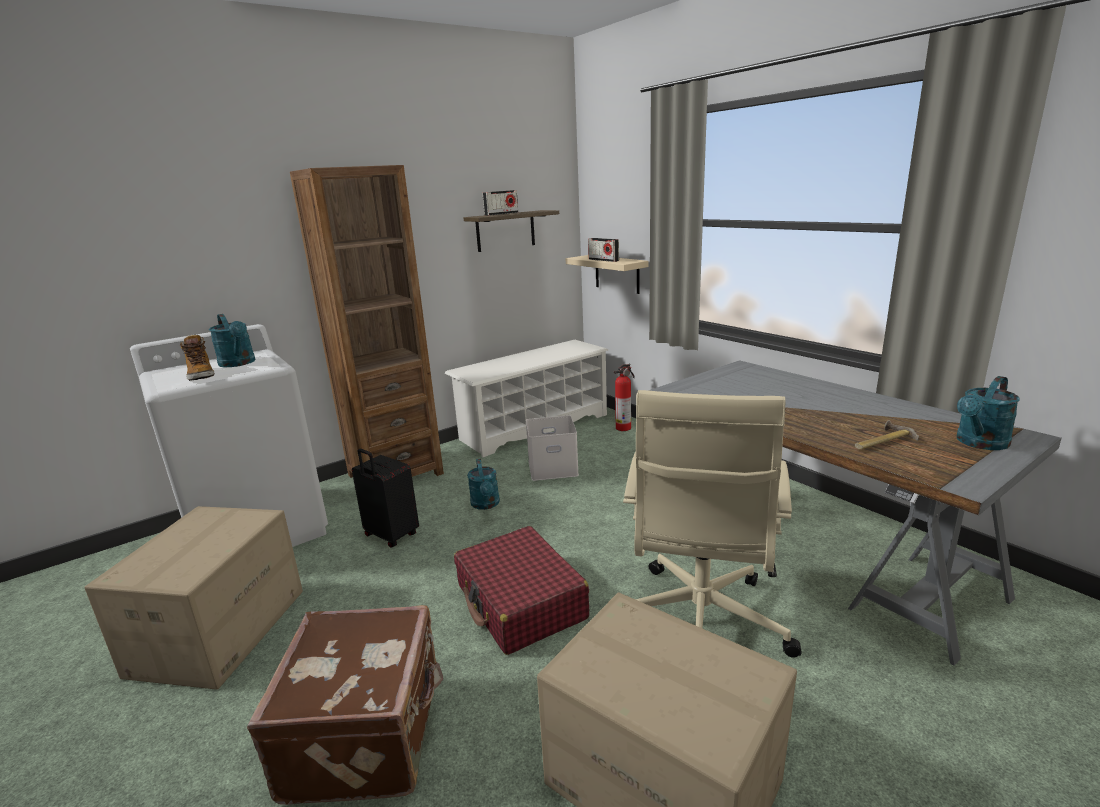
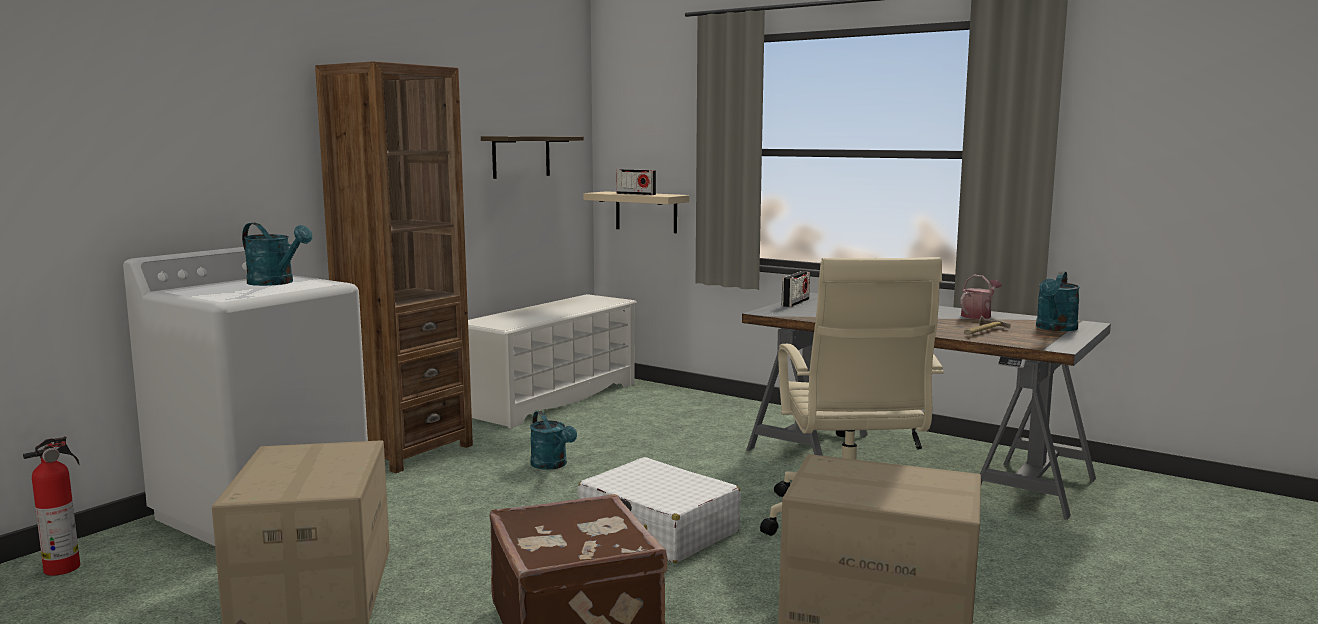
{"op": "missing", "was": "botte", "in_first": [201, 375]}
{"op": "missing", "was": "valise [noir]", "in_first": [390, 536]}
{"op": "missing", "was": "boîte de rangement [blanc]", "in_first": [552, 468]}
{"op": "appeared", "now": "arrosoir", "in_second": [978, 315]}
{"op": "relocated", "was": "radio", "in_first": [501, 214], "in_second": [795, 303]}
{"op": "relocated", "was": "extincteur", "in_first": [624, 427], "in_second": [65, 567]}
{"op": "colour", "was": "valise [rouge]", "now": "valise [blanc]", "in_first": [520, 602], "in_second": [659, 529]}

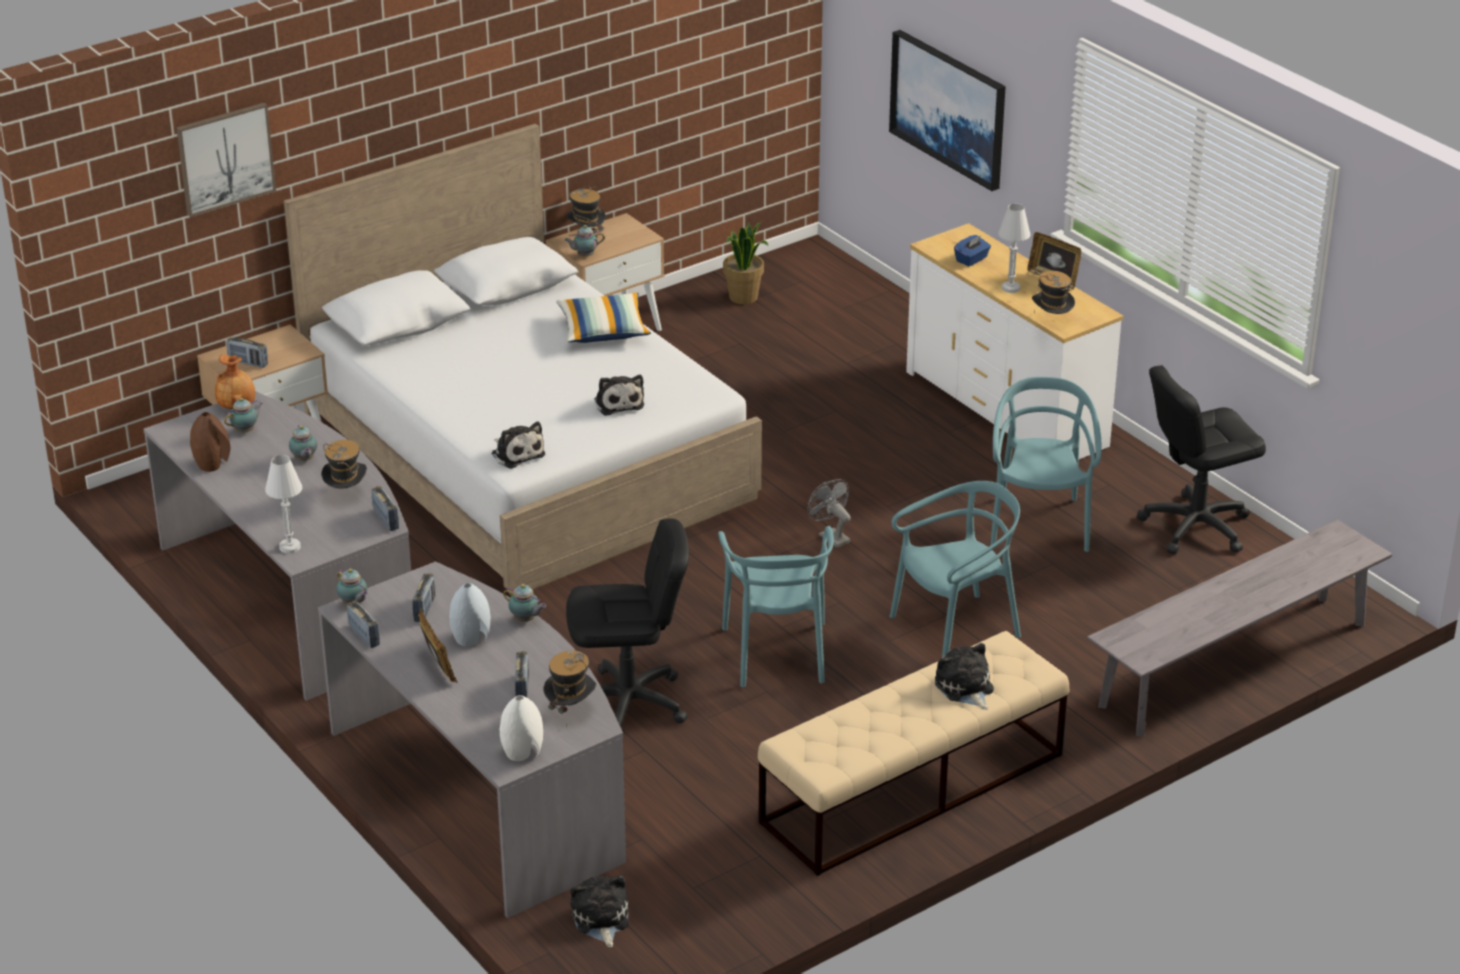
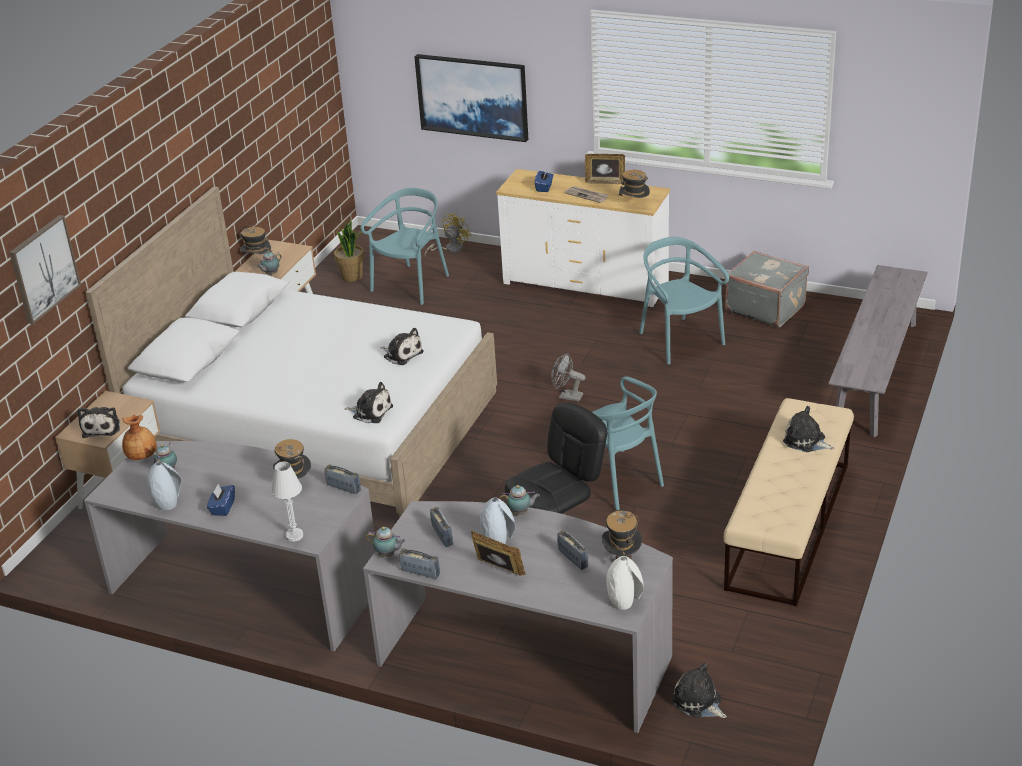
{"op": "missing", "was": "théière", "in_first": [304, 460]}
{"op": "missing", "was": "coussin", "in_first": [603, 330]}
{"op": "appeared", "now": "boîte à mouchoirs [bleu]", "in_second": [222, 508]}
{"op": "appeared", "now": "ventilateur [jaune]", "in_second": [450, 249]}
{"op": "relocated", "was": "chaise [turquoise]", "in_first": [955, 630], "in_second": [411, 285]}
{"op": "exchanged", "was": "radio", "now": "peluche", "in_first": [248, 363], "in_second": [102, 427]}
{"op": "exchanged", "was": "lampe de table [blanc]", "now": "journal", "in_first": [1010, 288], "in_second": [587, 195]}
{"op": "exchanged", "was": "chaise de bureau [noir]", "now": "valise [gris]", "in_first": [1195, 526], "in_second": [765, 307]}
{"op": "colour", "was": "vase [marron]", "now": "vase [gris]", "in_first": [212, 464], "in_second": [168, 502]}

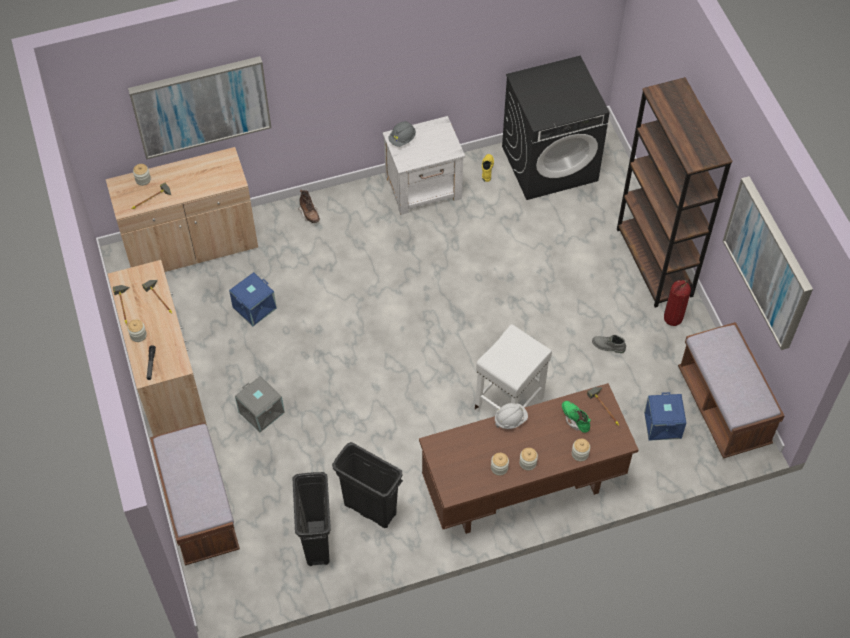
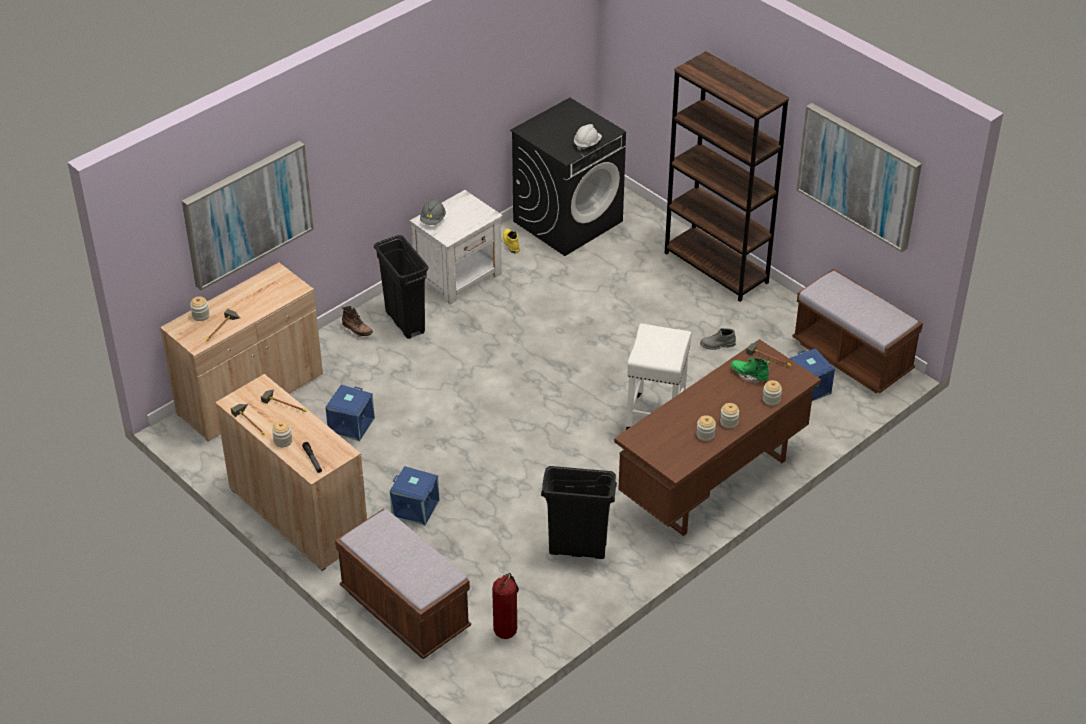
{"op": "relocated", "was": "poubelle [noir]", "in_first": [317, 542], "in_second": [405, 322]}
{"op": "relocated", "was": "casque de chantier [blanc]", "in_first": [510, 419], "in_second": [587, 144]}
{"op": "relocated", "was": "extincteur", "in_first": [674, 318], "in_second": [506, 630]}
{"op": "colour", "was": "boîte de rangement [gris]", "now": "boîte de rangement [bleu]", "in_first": [262, 412], "in_second": [416, 507]}

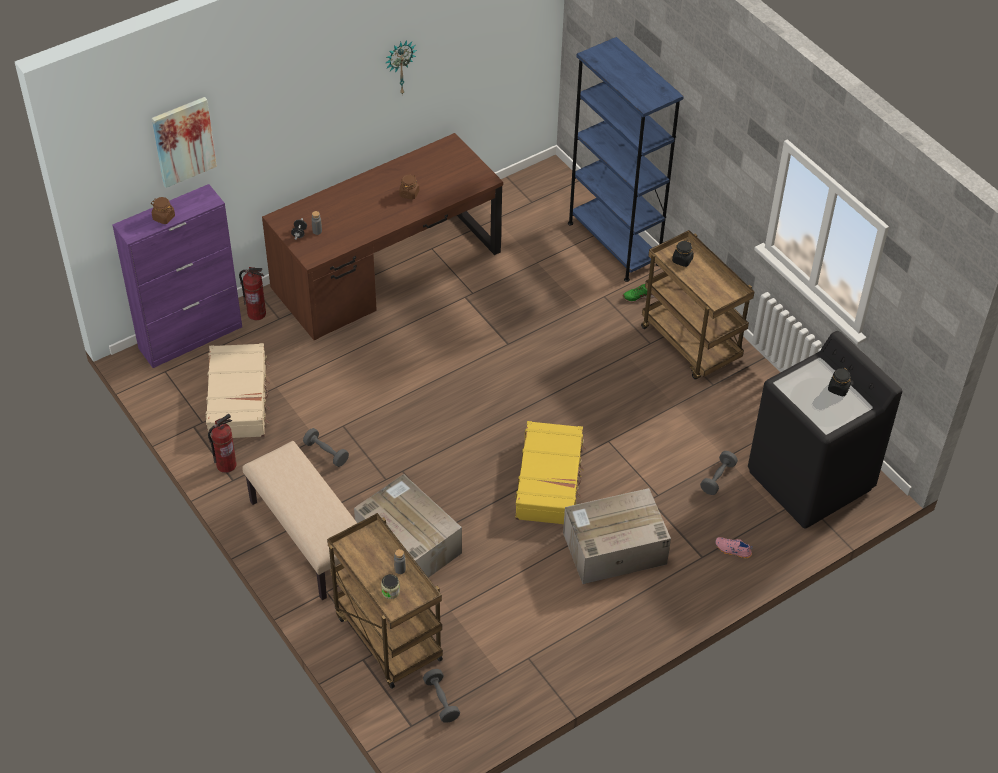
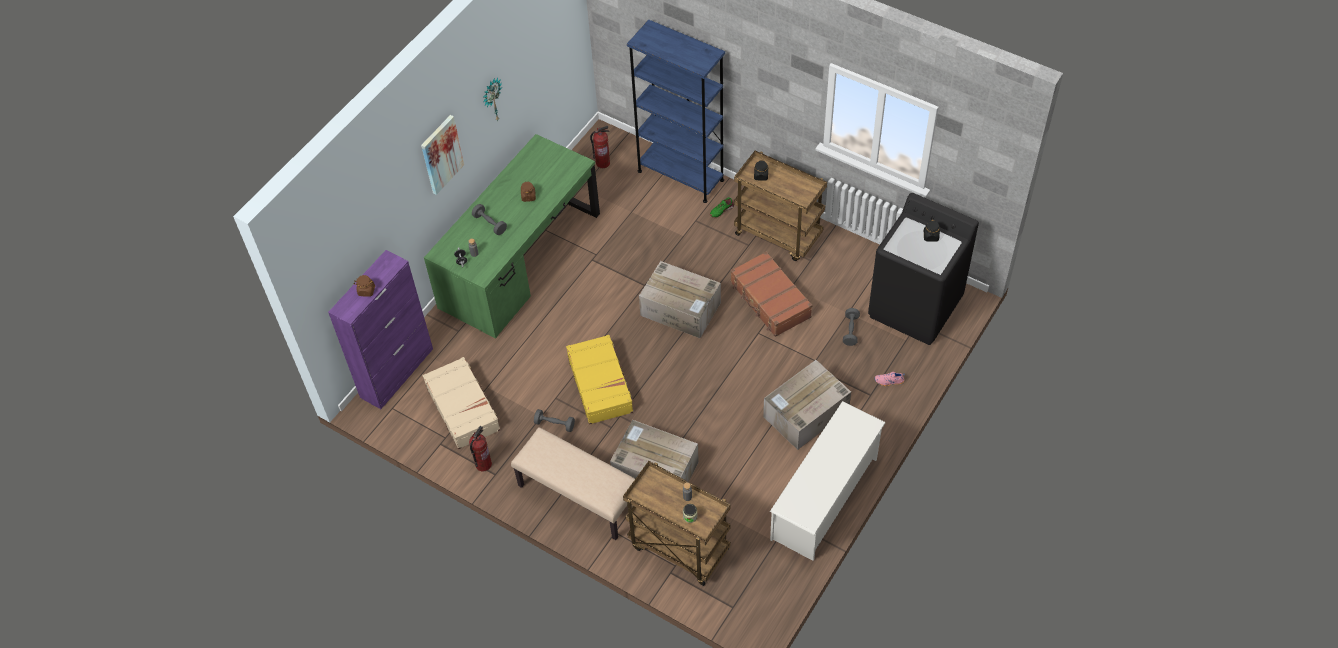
{"op": "appeared", "now": "carton", "in_second": [681, 309]}
{"op": "appeared", "now": "valise [marron]", "in_second": [770, 300]}
{"op": "appeared", "now": "étagère à chaussures [blanc]", "in_second": [825, 498]}
{"op": "relocated", "was": "tableau", "in_first": [183, 141], "in_second": [441, 154]}
{"op": "relocated", "was": "extincteur", "in_first": [257, 313], "in_second": [603, 163]}
{"op": "relocated", "was": "haltère [gris]", "in_first": [441, 700], "in_second": [490, 224]}
{"op": "relocated", "was": "valise [jaune]", "in_first": [550, 481], "in_second": [600, 384]}
{"op": "colour", "was": "bureau [marron]", "now": "bureau [vert]", "in_first": [387, 270], "in_second": [520, 260]}

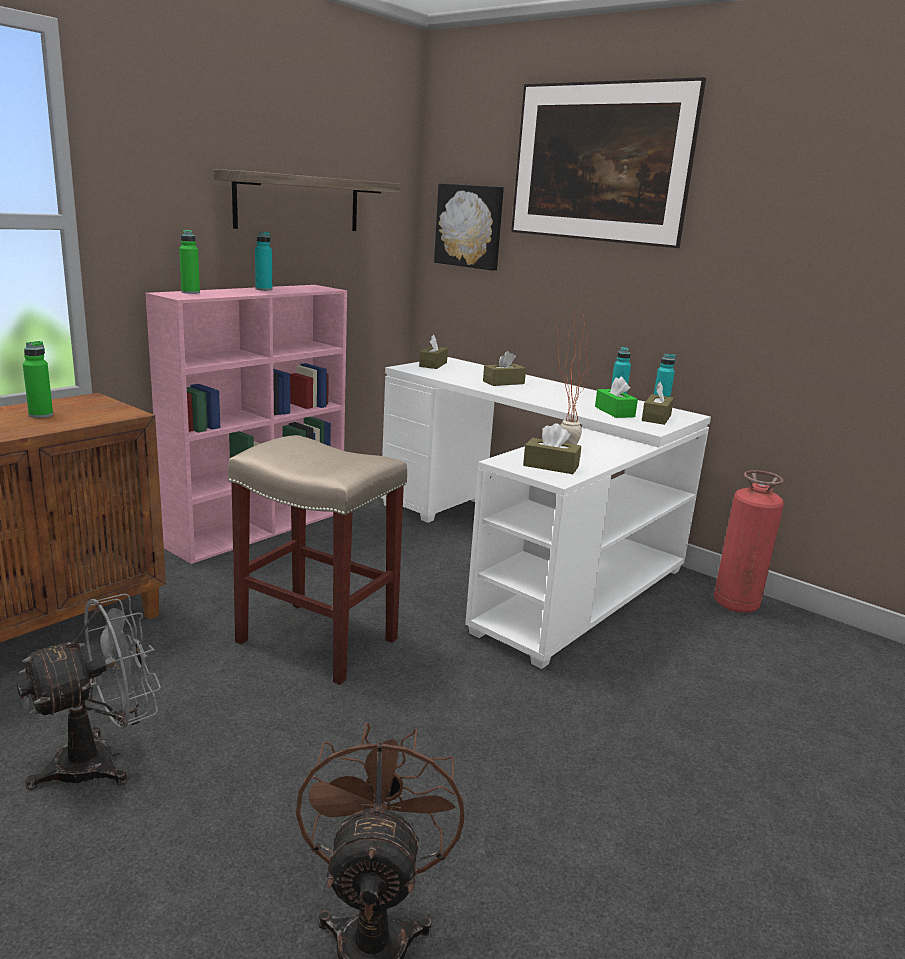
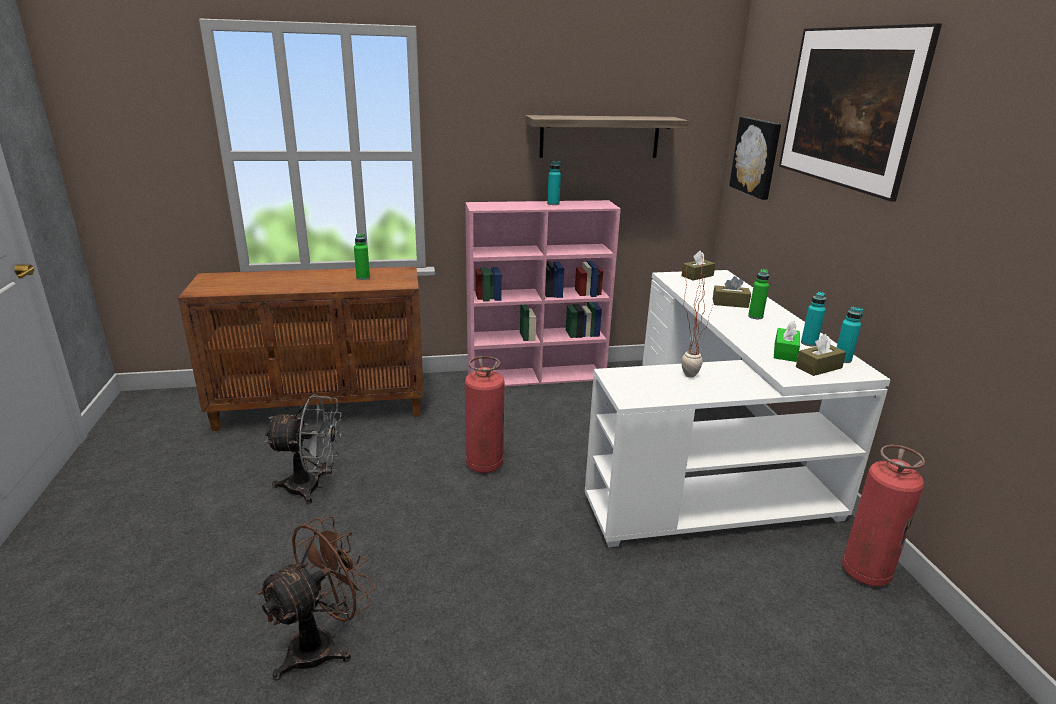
{"op": "missing", "was": "boîte à mouchoirs [marron]", "in_first": [551, 466]}
{"op": "relocated", "was": "bouteille [vert]", "in_first": [190, 292], "in_second": [755, 316]}
{"op": "exchanged", "was": "tabouret [beige]", "now": "extincteur", "in_first": [315, 640], "in_second": [484, 464]}

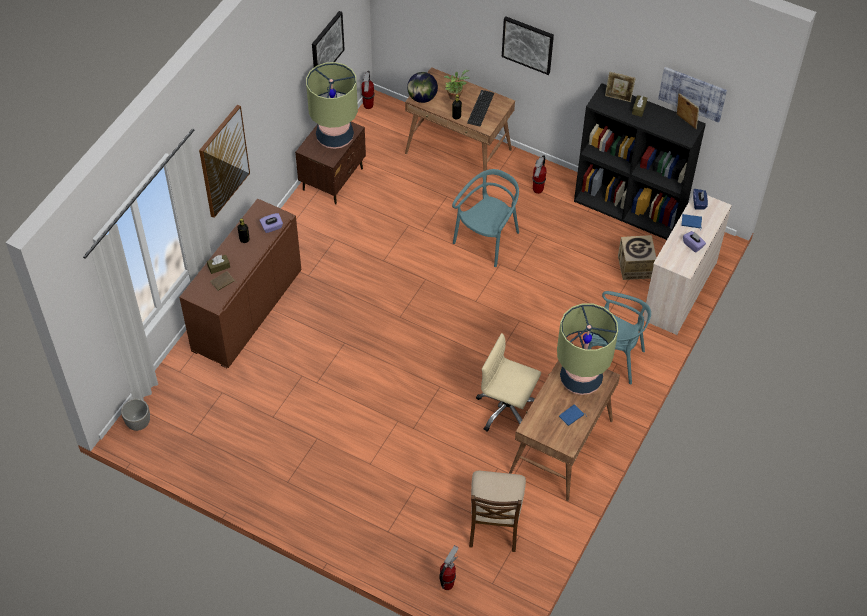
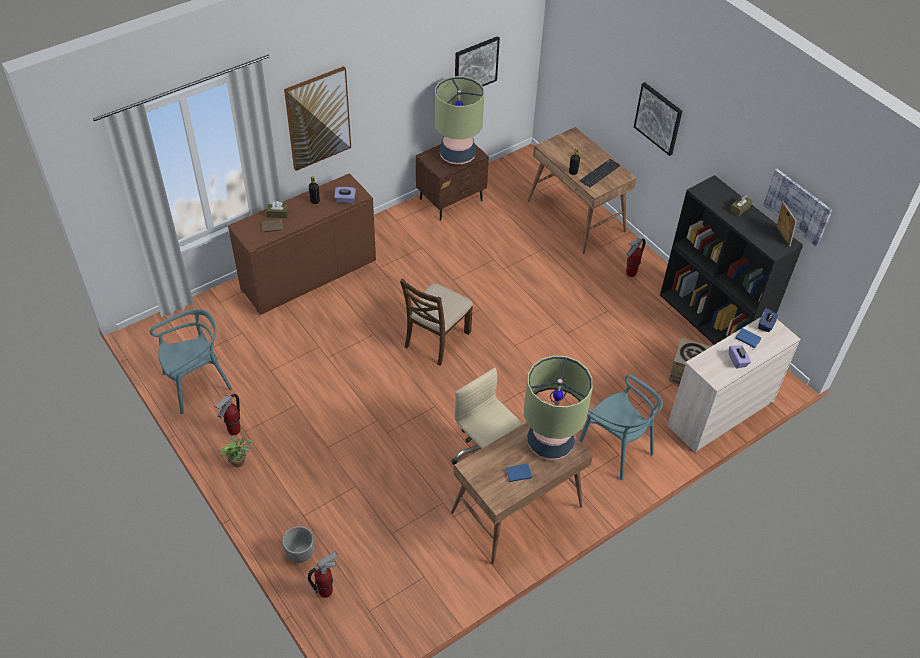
{"op": "missing", "was": "globe", "in_first": [422, 98]}
{"op": "missing", "was": "cadre photo", "in_first": [618, 98]}
{"op": "relocated", "was": "cache-pot", "in_first": [138, 423], "in_second": [300, 553]}
{"op": "relocated", "was": "extincteur", "in_first": [368, 106], "in_second": [234, 431]}
{"op": "relocated", "was": "plante en pot", "in_first": [455, 95], "in_second": [239, 461]}
{"op": "relocated", "was": "chaise [turquoise]", "in_first": [487, 240], "in_second": [197, 384]}
{"op": "relocated", "was": "chaise [marron]", "in_first": [494, 524], "in_second": [436, 339]}

